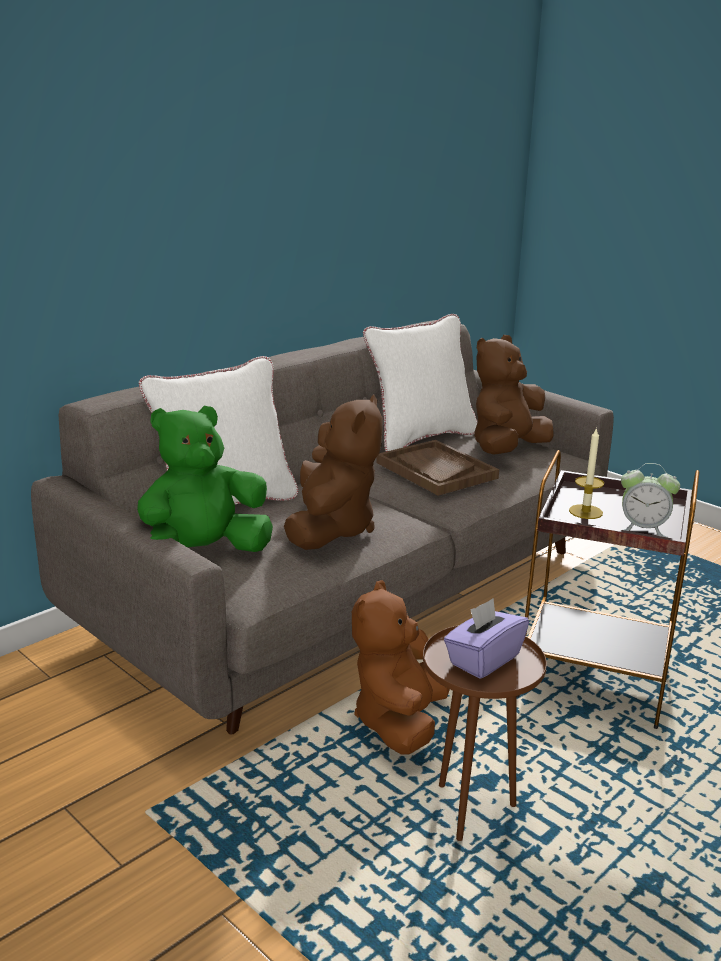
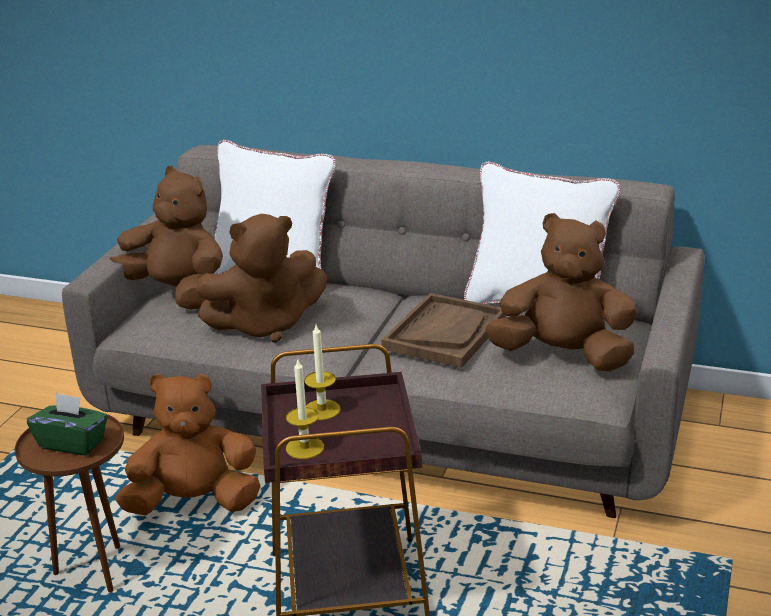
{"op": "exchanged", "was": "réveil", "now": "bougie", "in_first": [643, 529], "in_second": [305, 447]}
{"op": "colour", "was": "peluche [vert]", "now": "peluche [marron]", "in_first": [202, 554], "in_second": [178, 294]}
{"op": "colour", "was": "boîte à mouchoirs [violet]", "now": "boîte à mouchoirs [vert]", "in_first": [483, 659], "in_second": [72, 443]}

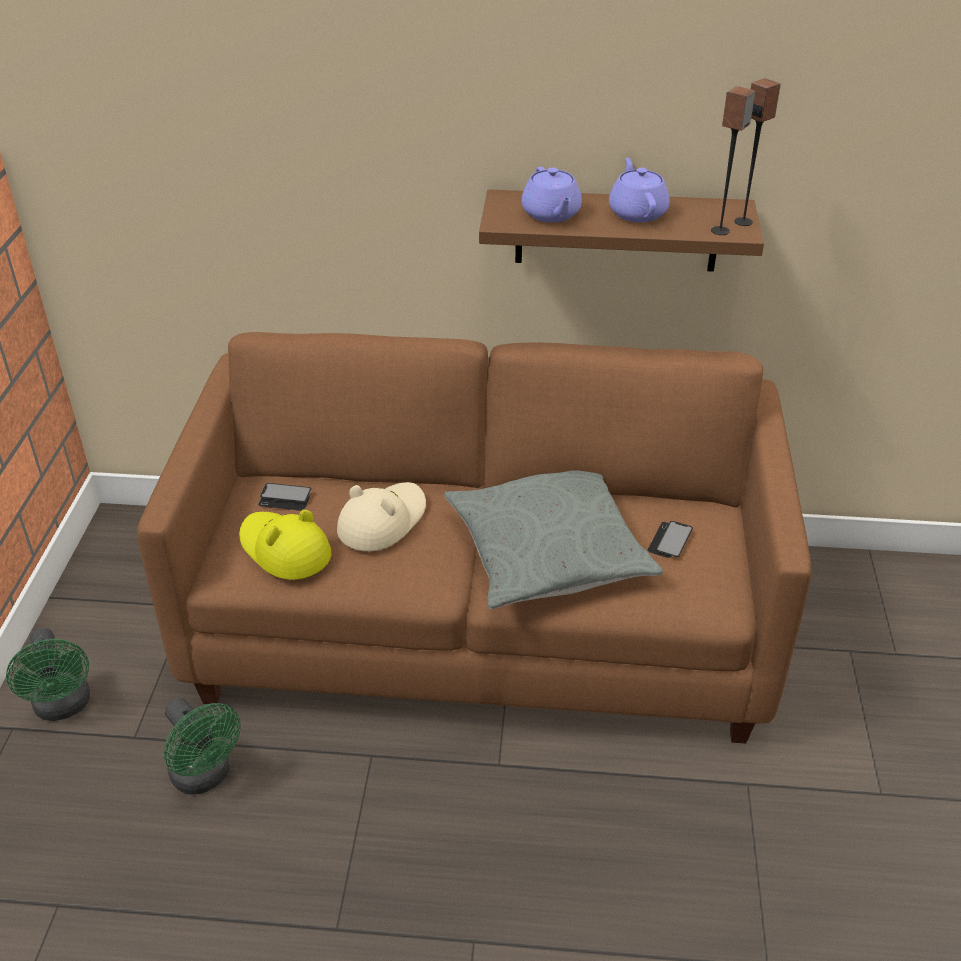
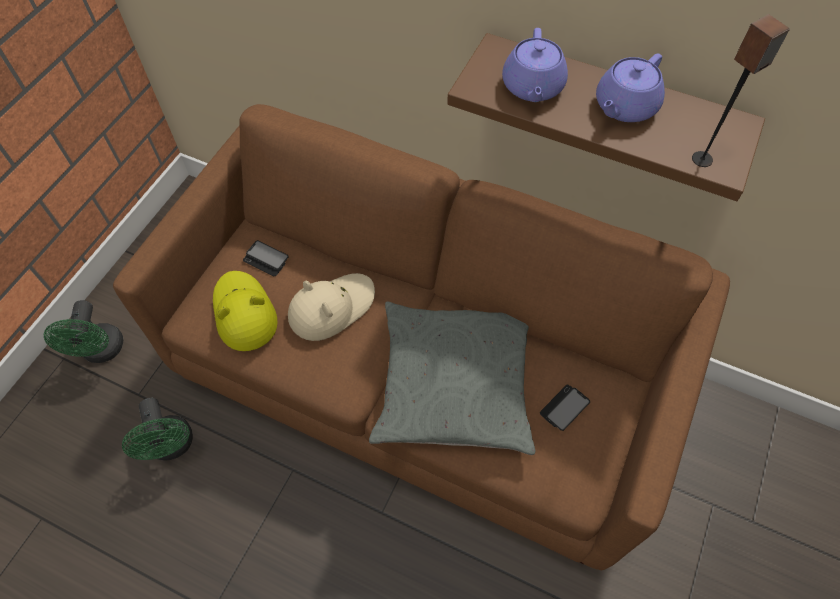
{"op": "missing", "was": "enceinte", "in_first": [743, 222]}
{"op": "spun", "was": "théière [violet]", "in_first": [637, 212], "in_second": [624, 107], "clockwise": -150}

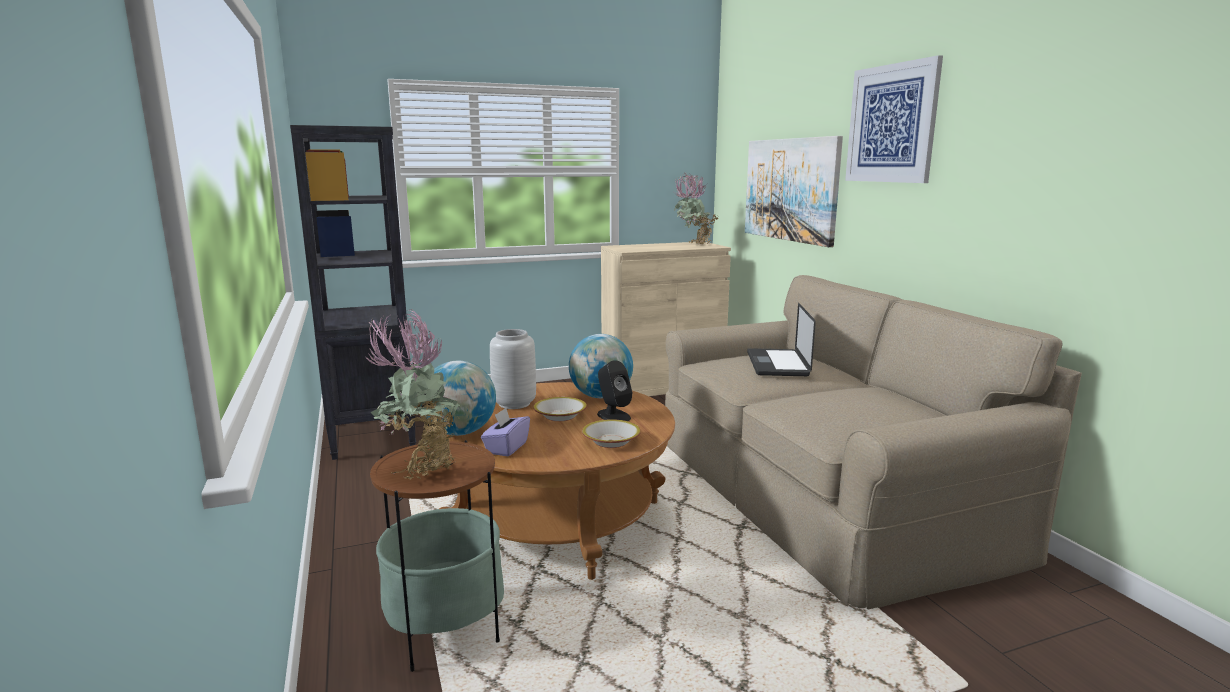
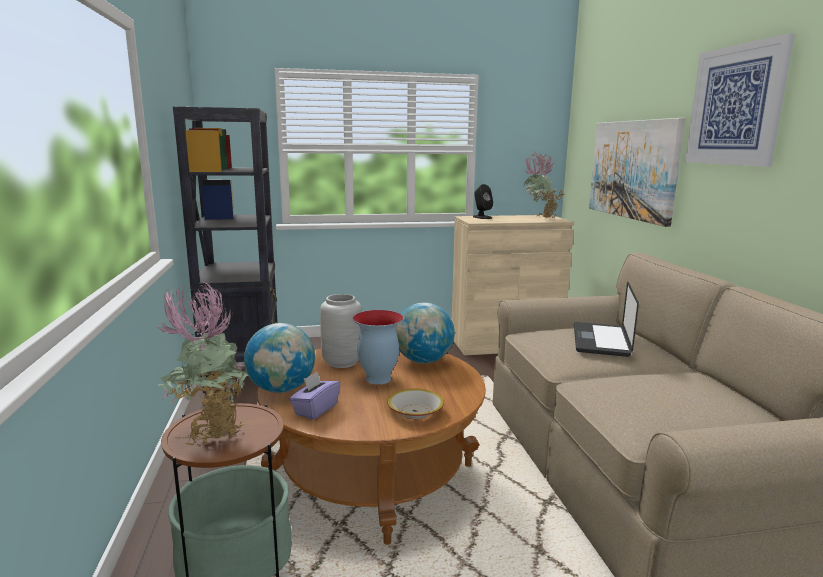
{"op": "relocated", "was": "enceinte [noir]", "in_first": [613, 416], "in_second": [482, 217]}
{"op": "exchanged", "was": "bol", "now": "vase", "in_first": [560, 416], "in_second": [378, 379]}

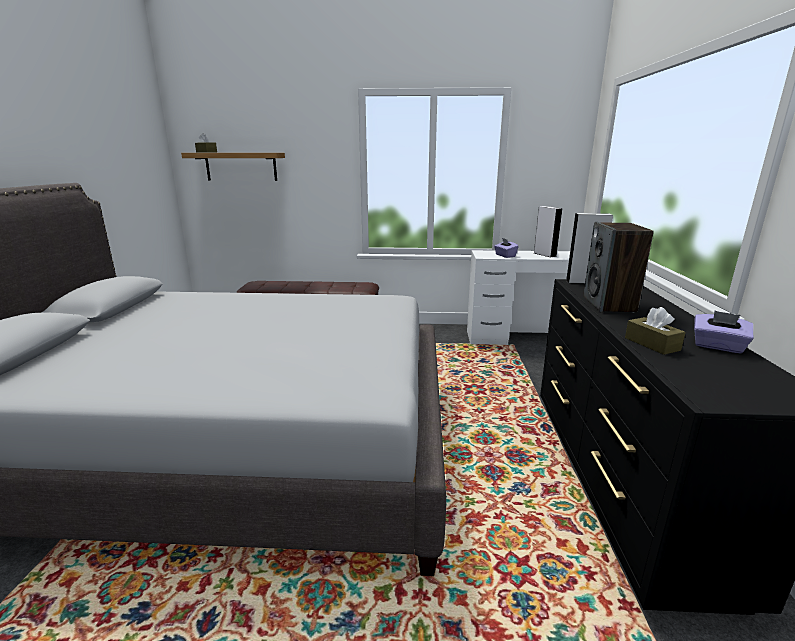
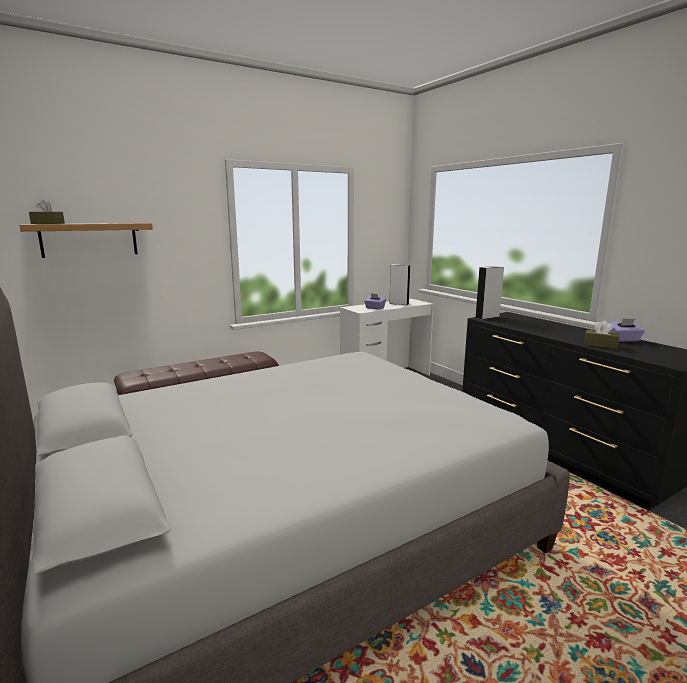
{"op": "missing", "was": "enceinte", "in_first": [609, 304]}

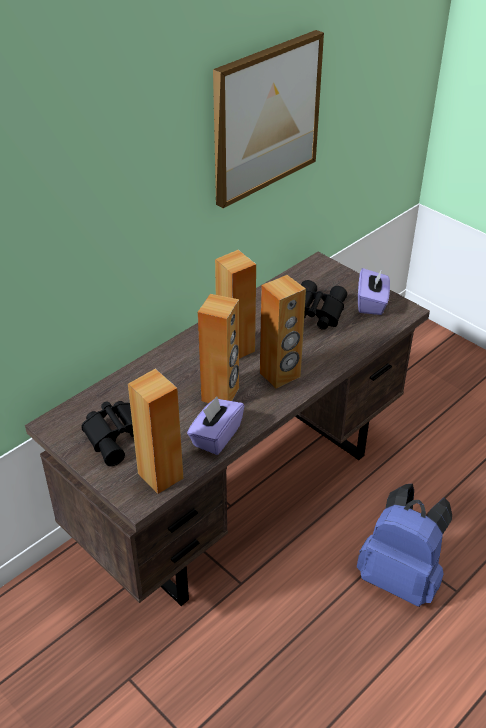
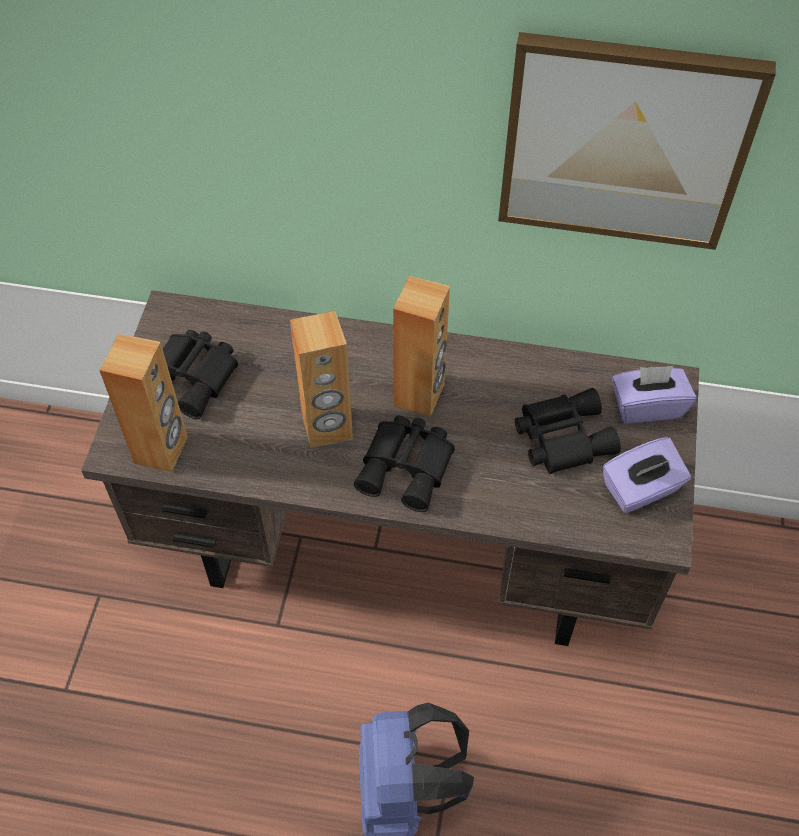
{"op": "relocated", "was": "boîte à mouchoirs [violet]", "in_first": [216, 436], "in_second": [647, 406]}
{"op": "exchanged", "was": "enceinte [marron]", "now": "jumelles [noir]", "in_first": [280, 375], "in_second": [408, 467]}

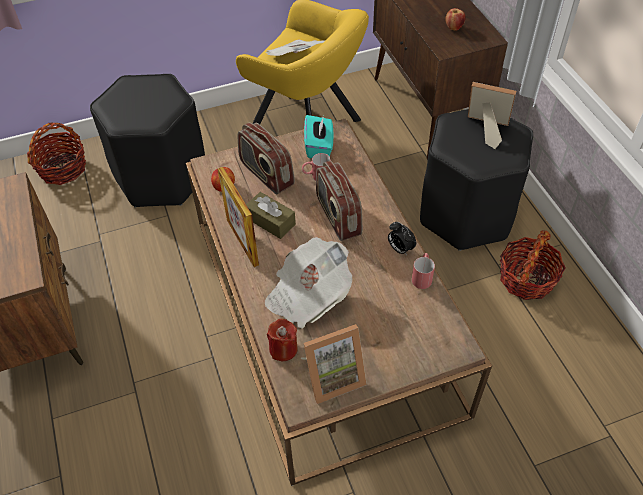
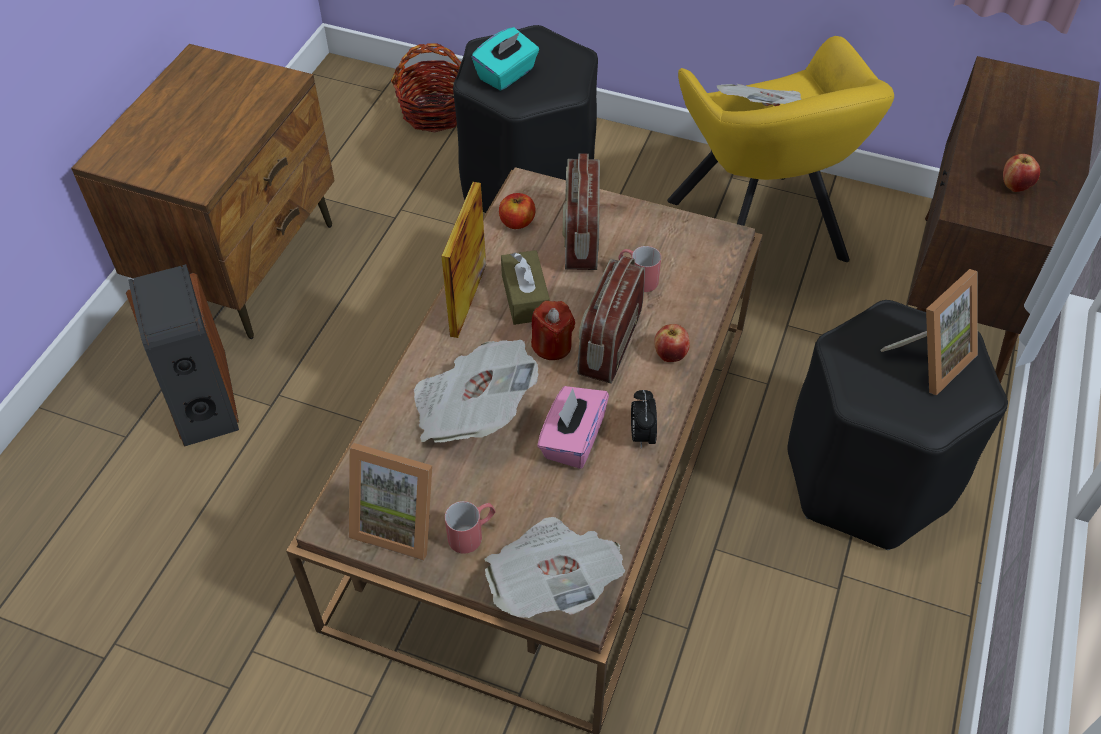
{"op": "missing", "was": "panier", "in_first": [526, 279]}
{"op": "appeared", "now": "enceinte", "in_second": [201, 397]}
{"op": "appeared", "now": "journal", "in_second": [552, 582]}
{"op": "appeared", "now": "boîte à mouchoirs [rose]", "in_second": [572, 440]}
{"op": "appeared", "now": "pomme", "in_second": [670, 355]}
{"op": "relocated", "was": "bougie [rouge]", "in_first": [283, 349], "in_second": [552, 345]}
{"op": "relocated", "was": "boîte à mouchoirs [turquoise]", "in_first": [319, 146], "in_second": [507, 75]}
{"op": "relocated", "was": "mug [rouge]", "in_first": [422, 276], "in_second": [472, 533]}
{"op": "spun", "was": "cadre photo", "in_first": [485, 130], "in_second": [930, 359], "clockwise": 75}

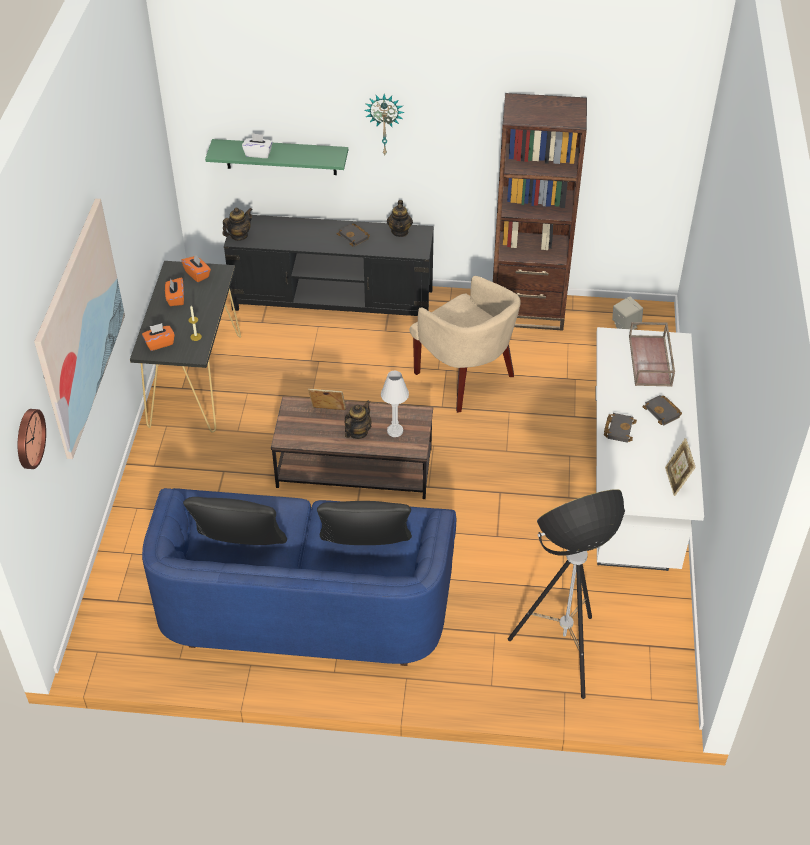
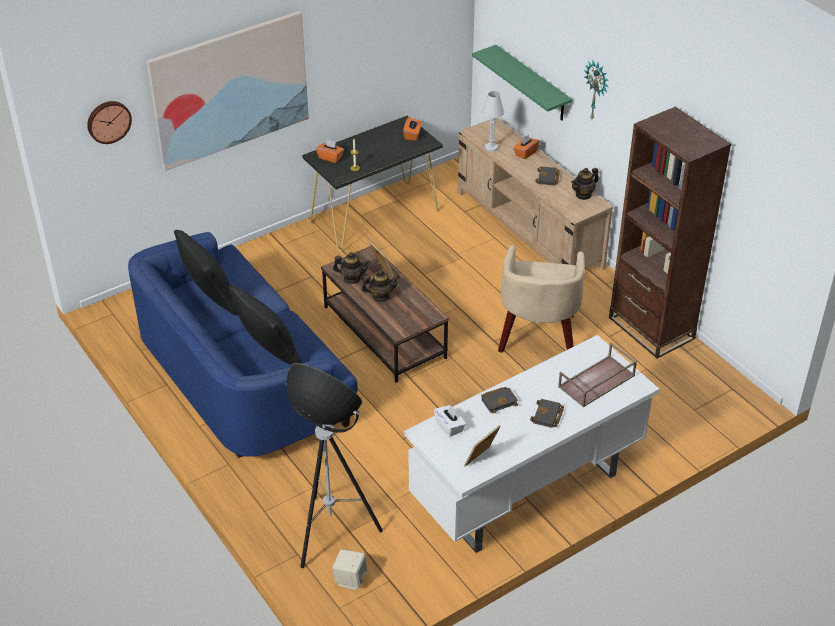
{"op": "relocated", "was": "boîte à mouchoirs [orange]", "in_first": [175, 298], "in_second": [525, 153]}
{"op": "relocated", "was": "théière", "in_first": [239, 236], "in_second": [352, 278]}
{"op": "relocated", "was": "boîte à mouchoirs [blanc]", "in_first": [258, 153], "in_second": [449, 426]}
{"op": "relocated", "was": "lampe de table [blanc]", "in_first": [395, 431], "in_second": [491, 148]}
{"op": "relocated", "was": "enceinte [beige]", "in_first": [625, 325], "in_second": [350, 579]}
{"op": "colour", "was": "meuble télé [noir]", "now": "meuble télé [beige]", "in_first": [333, 300], "in_second": [529, 229]}

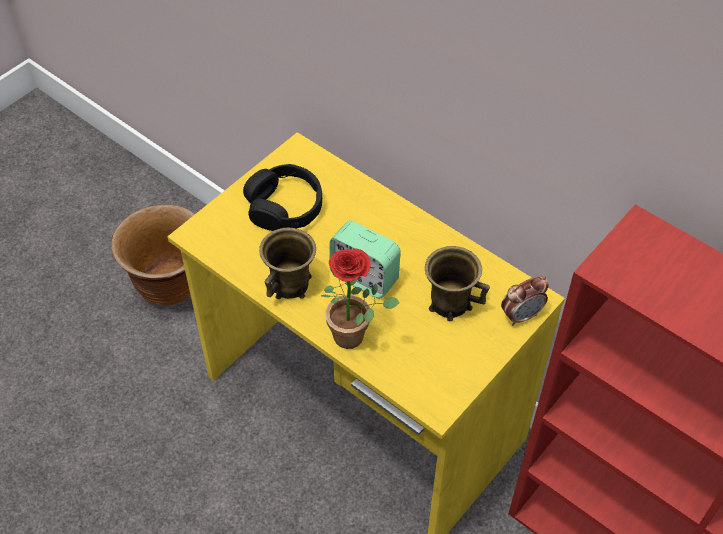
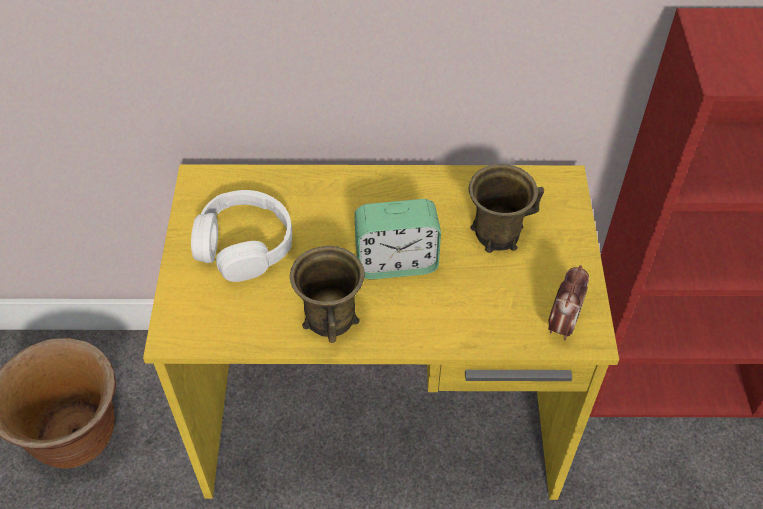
{"op": "missing", "was": "plante en pot", "in_first": [355, 336]}
{"op": "relocated", "was": "réveil", "in_first": [521, 316], "in_second": [562, 323]}
{"op": "colour", "was": "casque audio [noir]", "now": "casque audio [blanc]", "in_first": [284, 207], "in_second": [244, 245]}

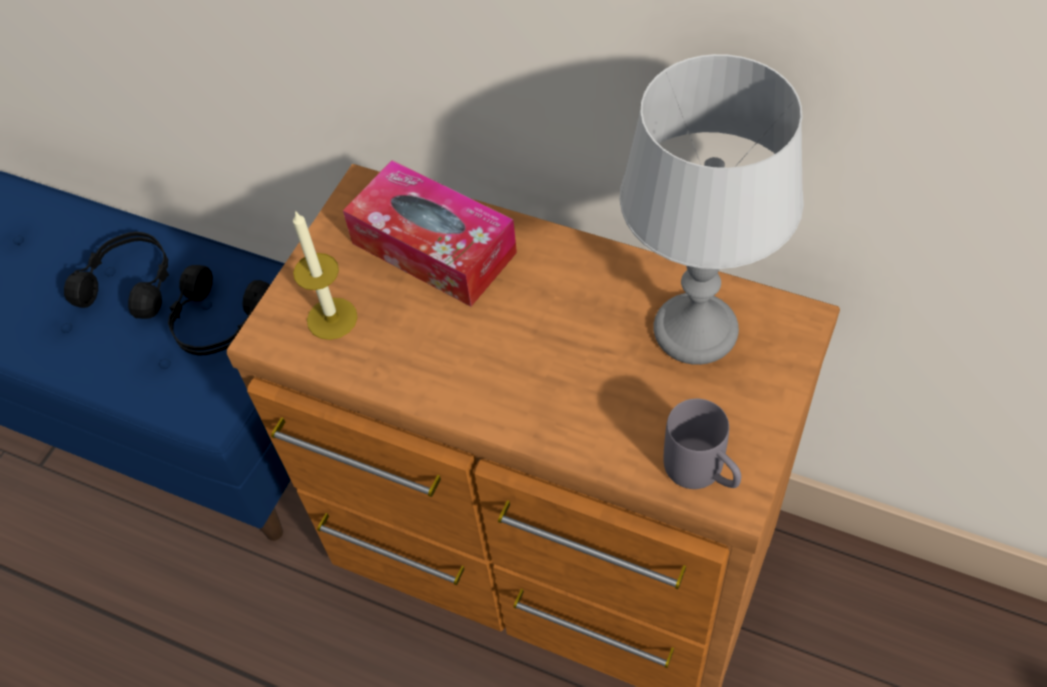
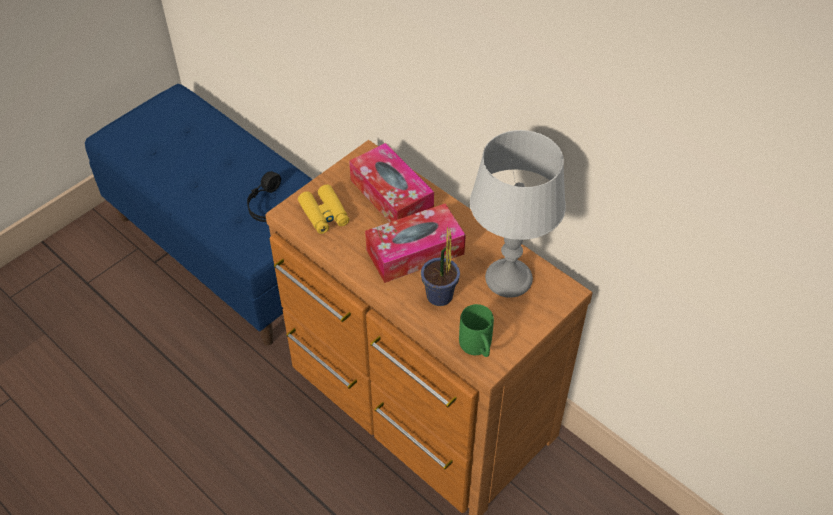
{"op": "missing", "was": "casque audio [noir]", "in_first": [131, 283]}
{"op": "appeared", "now": "boîte à mouchoirs", "in_second": [415, 252]}
{"op": "appeared", "now": "plante en pot", "in_second": [439, 299]}
{"op": "exchanged", "was": "bougie", "now": "jumelles [jaune]", "in_first": [332, 318], "in_second": [324, 214]}
{"op": "colour", "was": "mug [gris]", "now": "mug [vert]", "in_first": [703, 474], "in_second": [477, 348]}

